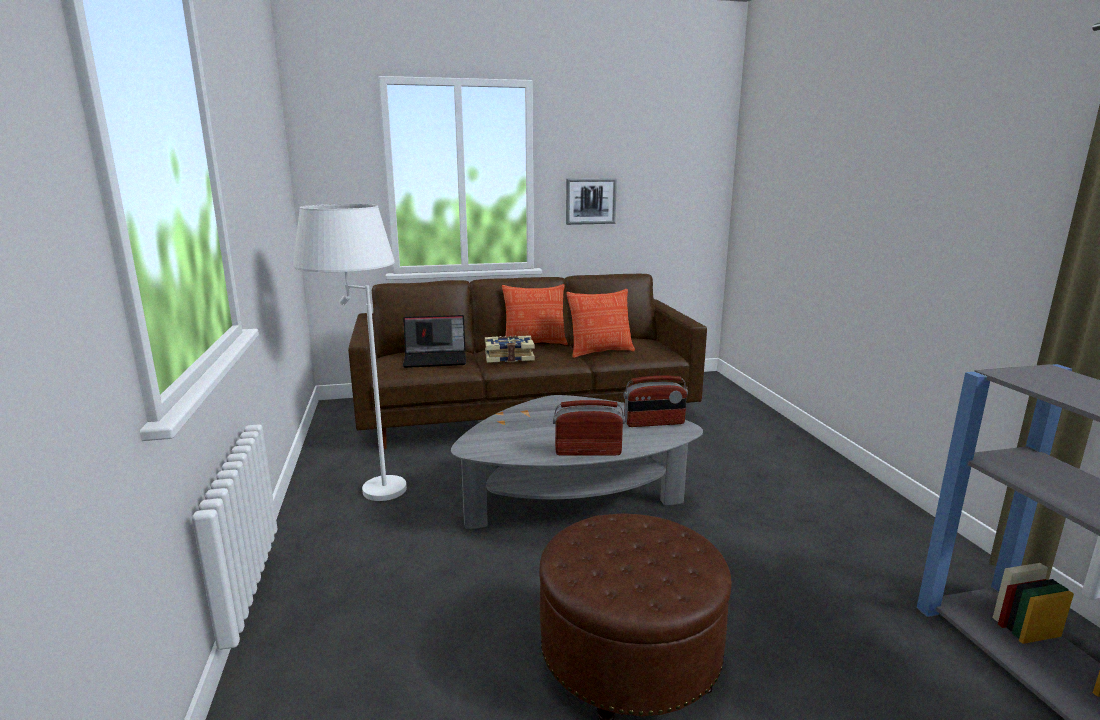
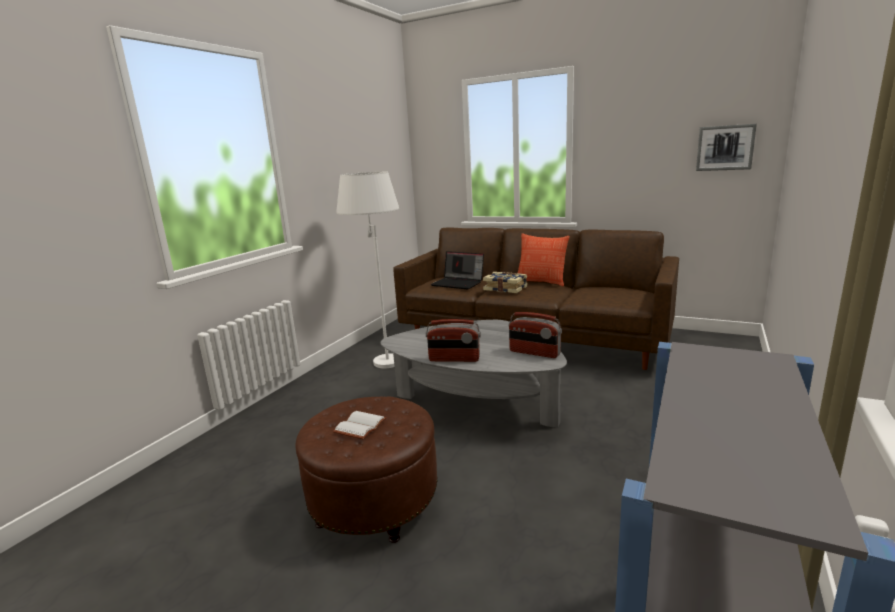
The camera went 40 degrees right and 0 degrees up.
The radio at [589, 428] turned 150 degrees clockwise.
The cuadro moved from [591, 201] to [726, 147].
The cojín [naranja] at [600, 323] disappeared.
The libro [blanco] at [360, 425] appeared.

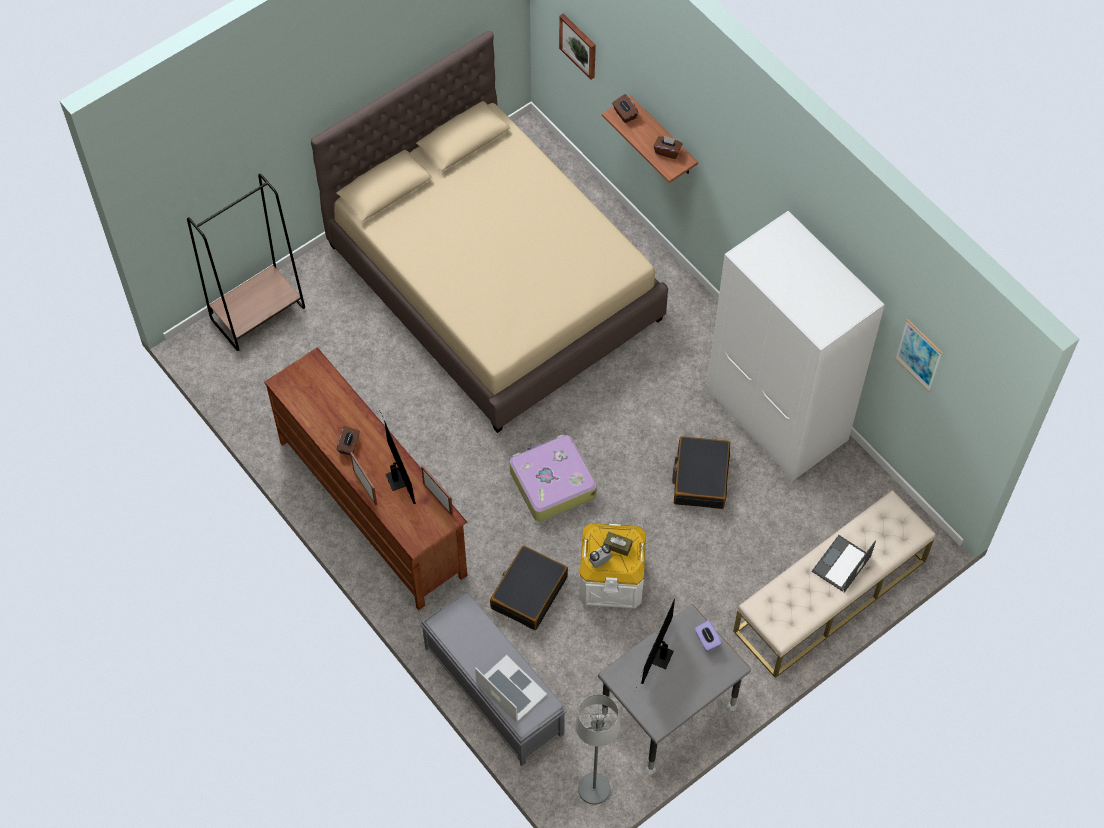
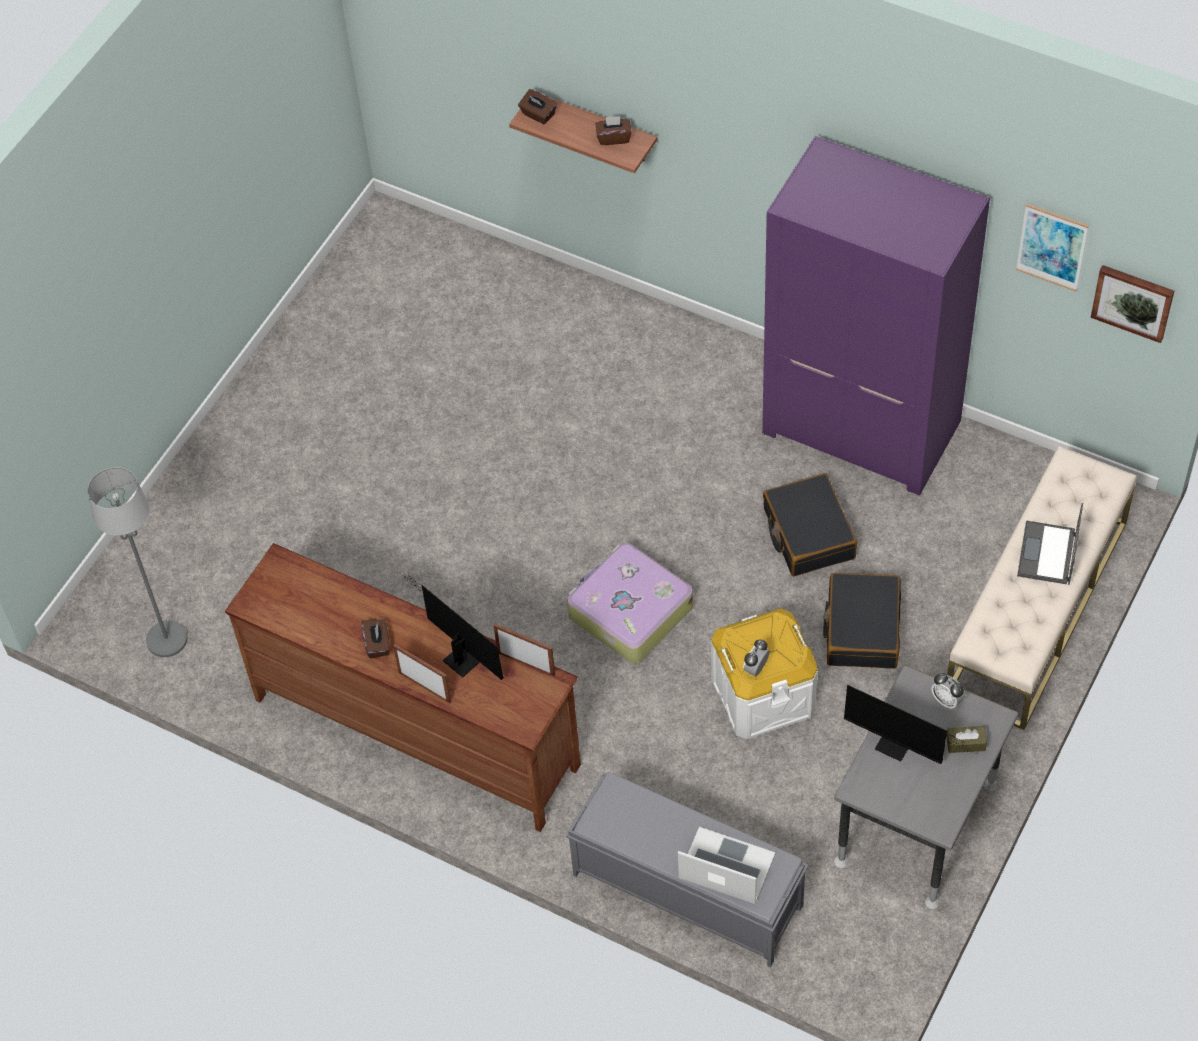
The camera went 20 degrees left and 5 degrees down.
The perchero at [246, 262] disappeared.
The cama [beis] at [489, 232] disappeared.
The maleta [negro] moved from [529, 587] to [862, 621].
The cuadro moved from [577, 46] to [1132, 304].
The lámpara de pie [gris] moved from [597, 749] to [137, 562].
The caja de pañuelos [marrón] moved from [618, 544] to [966, 739].
The monitor at [656, 641] turned 60 degrees counterclockwise.
The caja de pañuelos [morado] at [708, 636] was replaced by the despertador at [948, 691].
The armario ropero [blanco] at [795, 346] became the armario ropero [morado] at [876, 315].

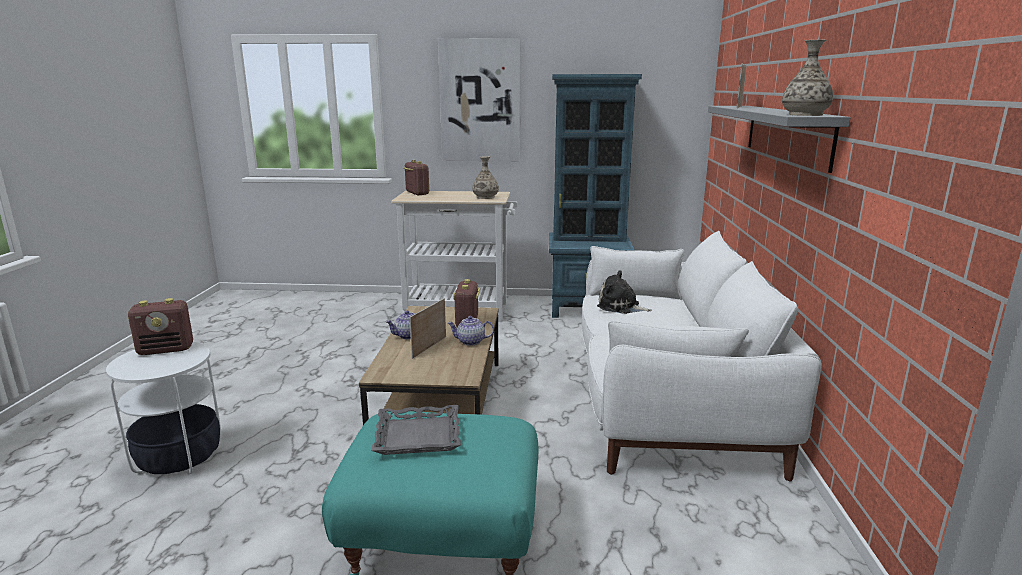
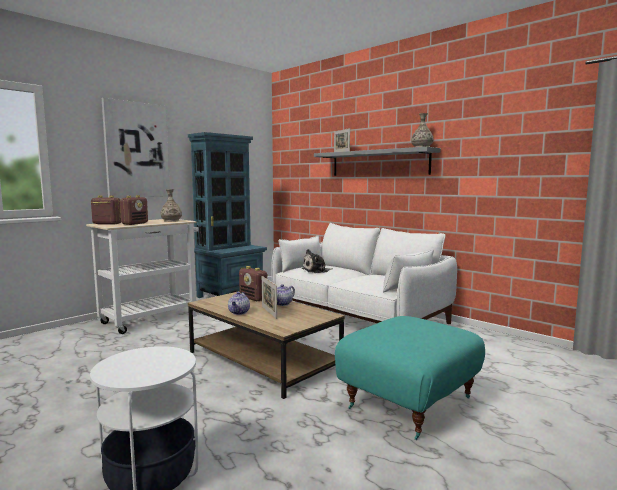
The camera went 50 degrees left and 10 degrees down.
The radio moved from [160, 326] to [134, 210].
The bandeja [gris] at [416, 430] disappeared.

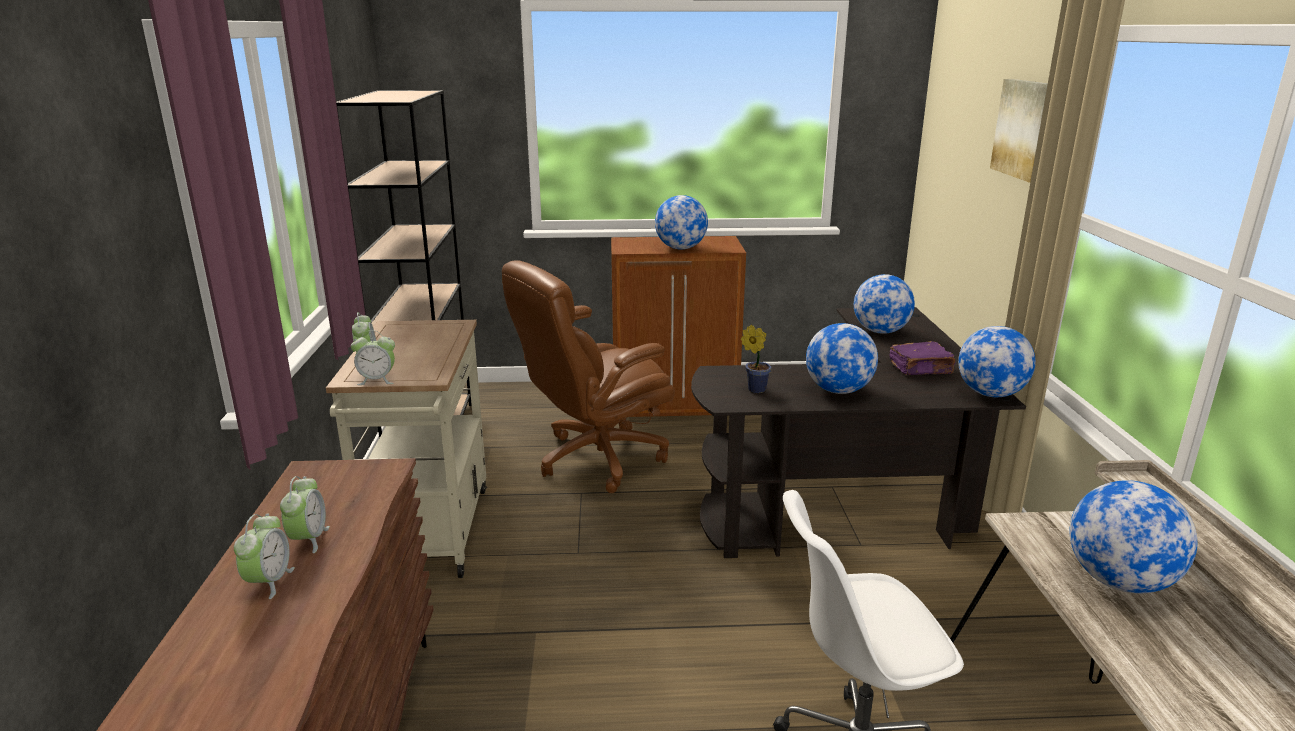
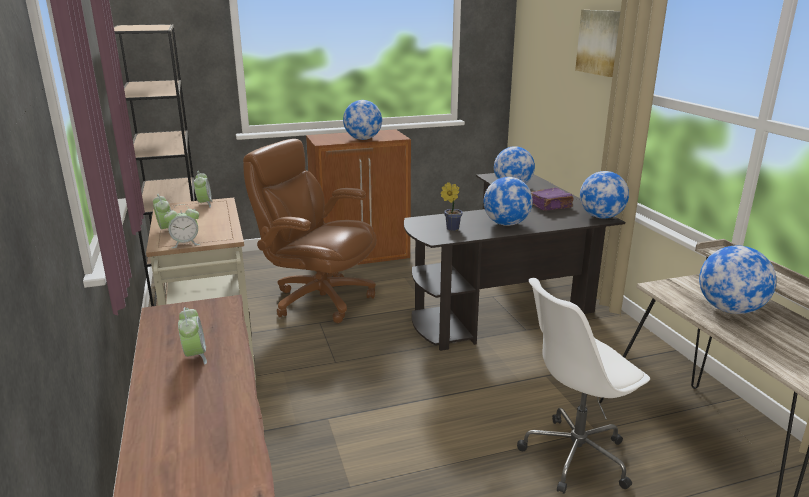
The camera went 15 degrees left and 0 degrees up.
The despertador moved from [264, 556] to [203, 189].
The silla de oficina [marrón] at [588, 376] turned 75 degrees clockwise.

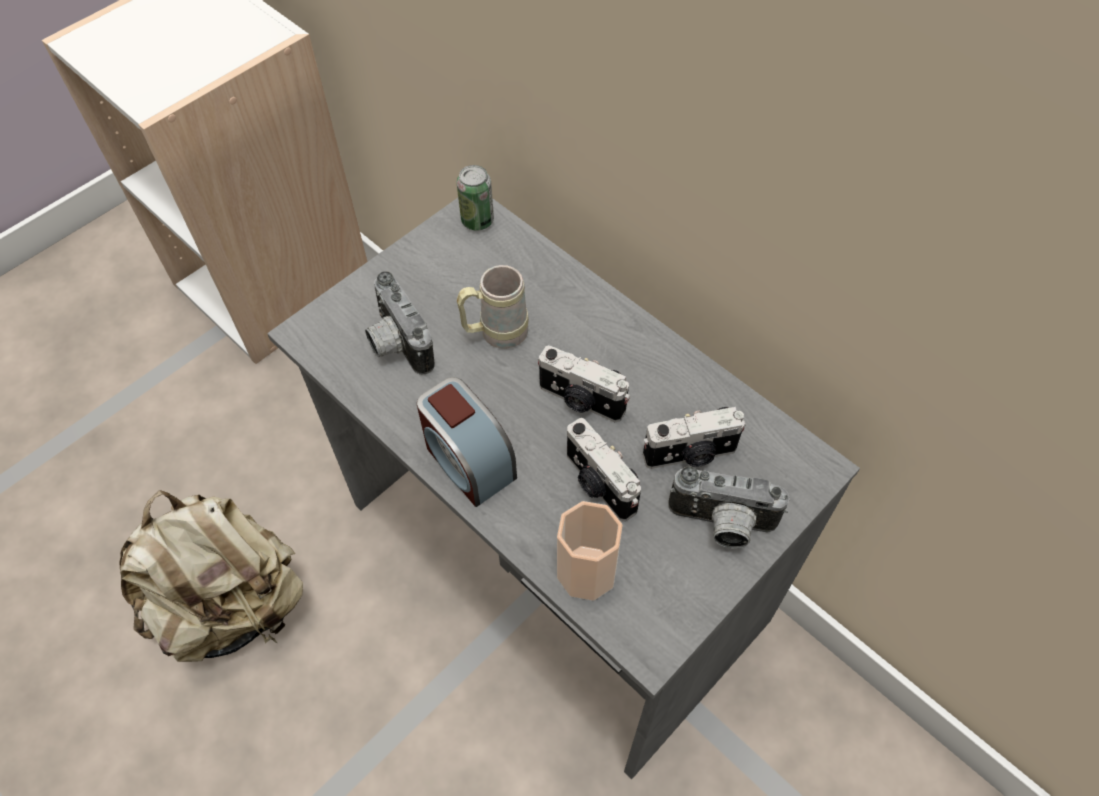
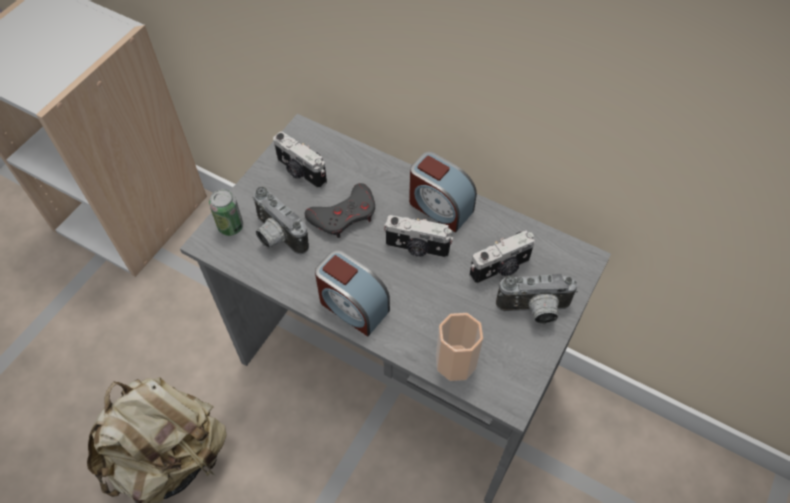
The camera went 15 degrees left and 0 degrees up.
The lata moved from [475, 198] to [226, 212].
The taza grande [beis] at [493, 307] was replaced by the mando de consola [gris] at [340, 210].
The cámara moved from [604, 469] to [300, 160].
The despertador at [443, 192] appeared.

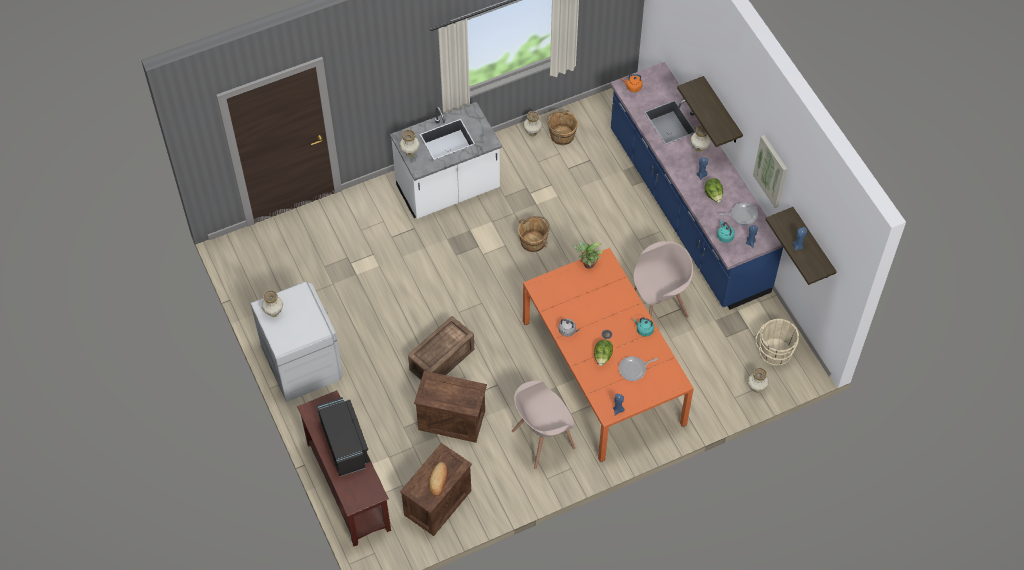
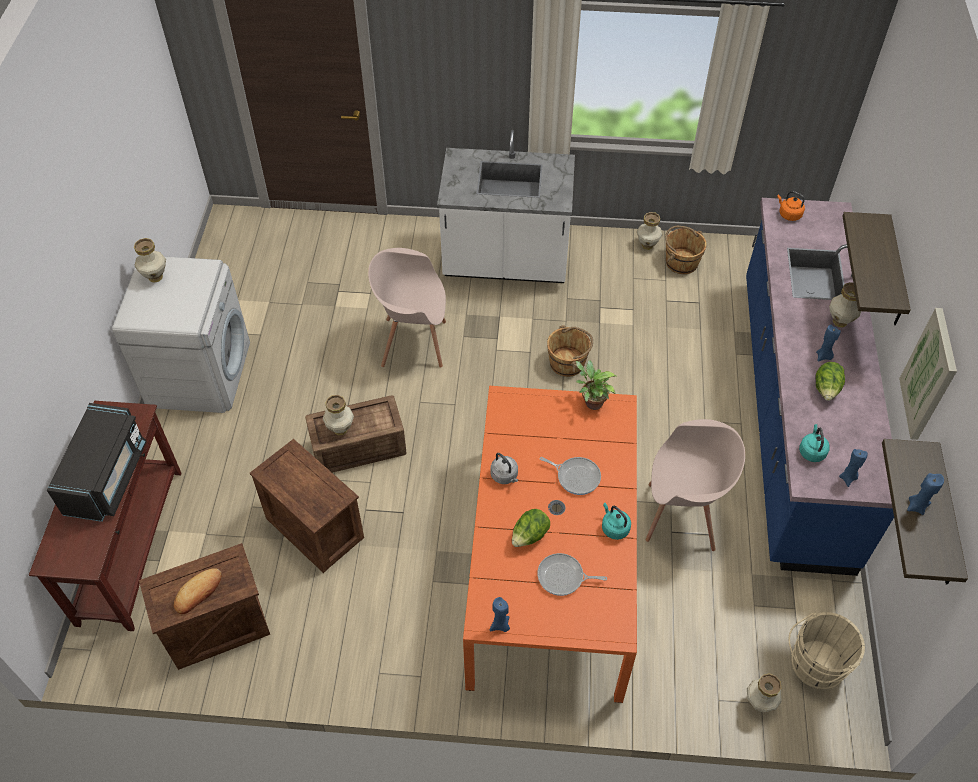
The camera went 30 degrees right and 5 degrees down.
The florero moved from [409, 143] to [338, 415].
The silla [beis] moved from [543, 425] to [407, 308].
The sartén moved from [738, 214] to [570, 476].

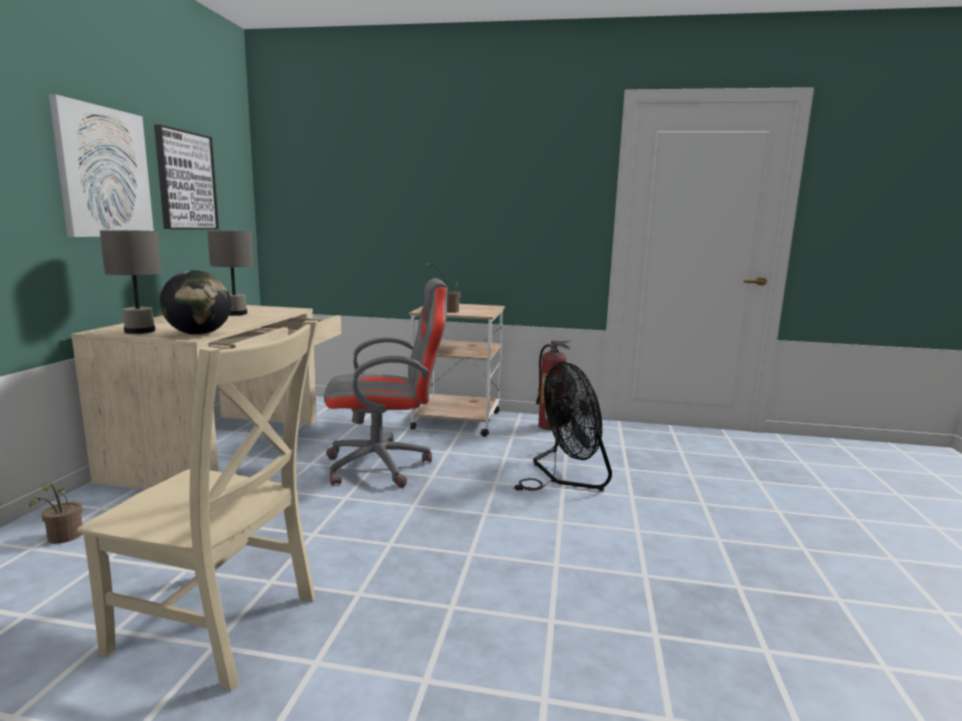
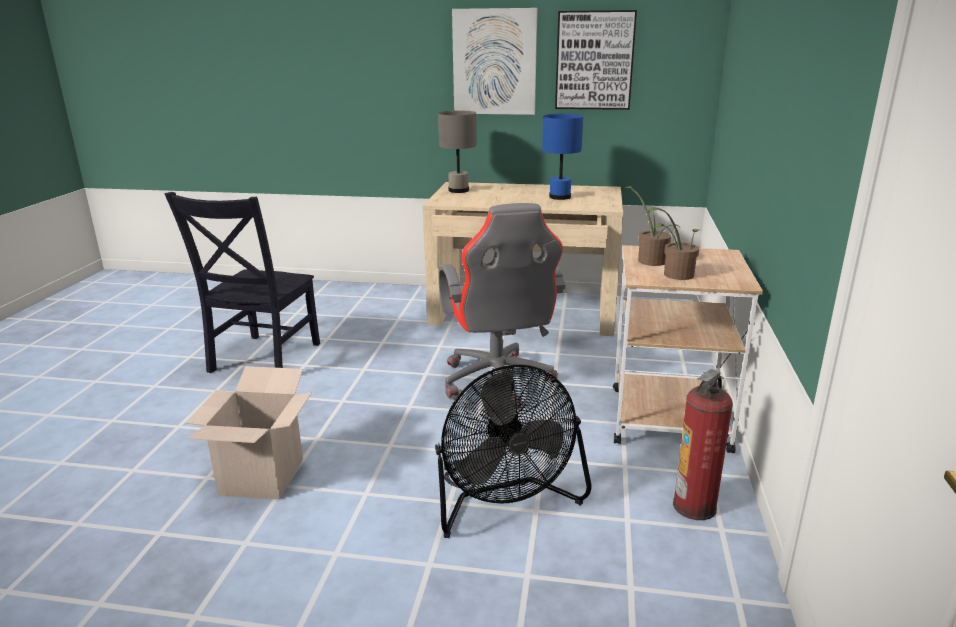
The camera went 90 degrees right and 10 degrees up.
The planta en maceta moved from [56, 513] to [674, 243].
The silla [beis] at [197, 505] became the silla [negro] at [242, 282].
The globo terráqueo at [195, 302] disappeared.
The lámpara de mesa [gris] at [230, 273] became the lámpara de mesa [azul] at [562, 157].
The caja de cartón at [249, 433] appeared.

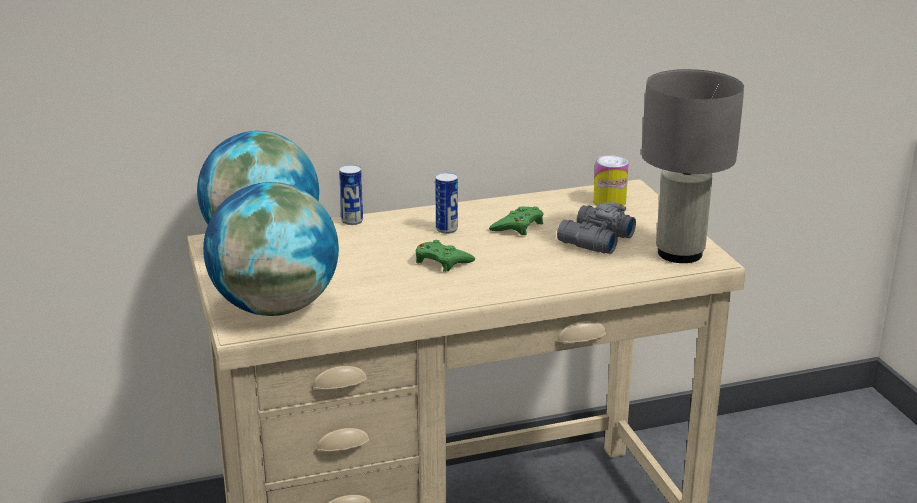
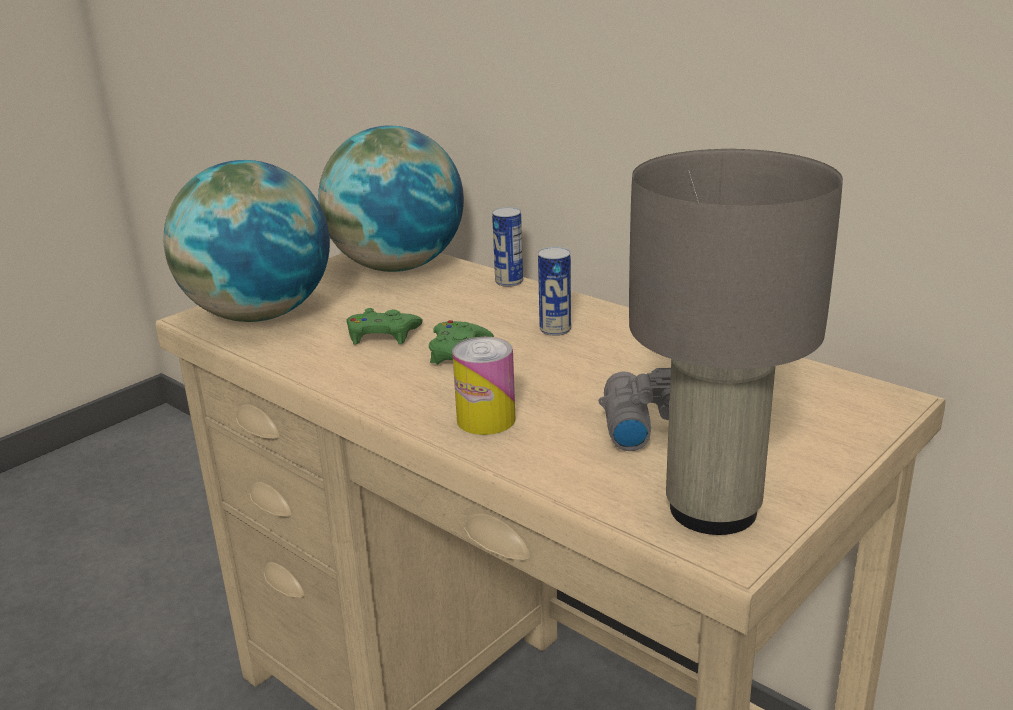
The camera went 60 degrees right and 0 degrees up.
The mando de consola [verde] moved from [516, 220] to [385, 326].
The lata moved from [611, 180] to [484, 386].

